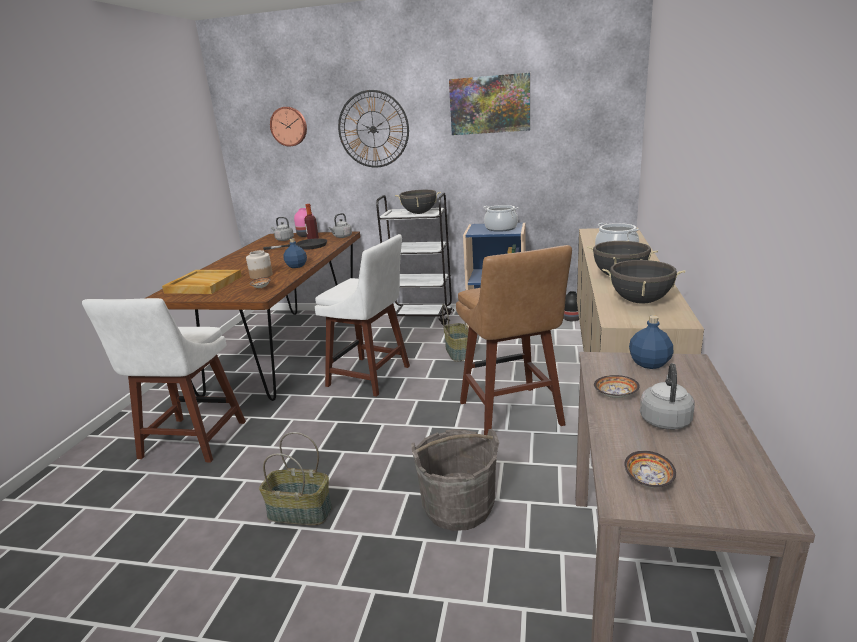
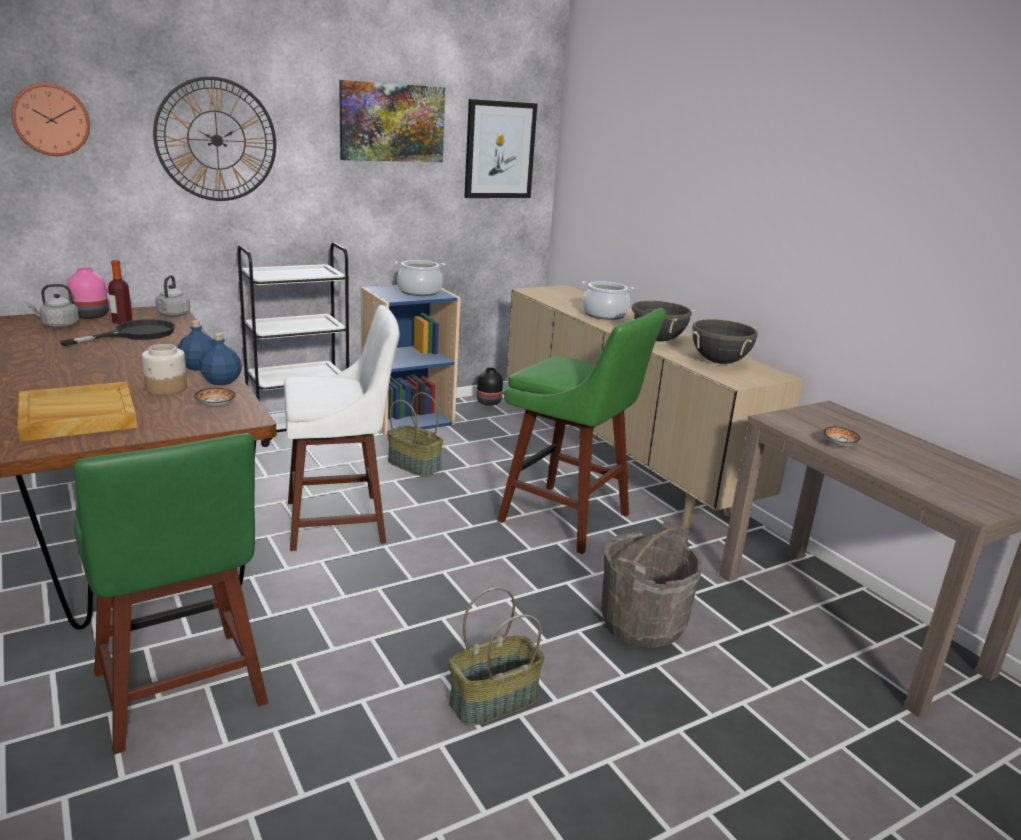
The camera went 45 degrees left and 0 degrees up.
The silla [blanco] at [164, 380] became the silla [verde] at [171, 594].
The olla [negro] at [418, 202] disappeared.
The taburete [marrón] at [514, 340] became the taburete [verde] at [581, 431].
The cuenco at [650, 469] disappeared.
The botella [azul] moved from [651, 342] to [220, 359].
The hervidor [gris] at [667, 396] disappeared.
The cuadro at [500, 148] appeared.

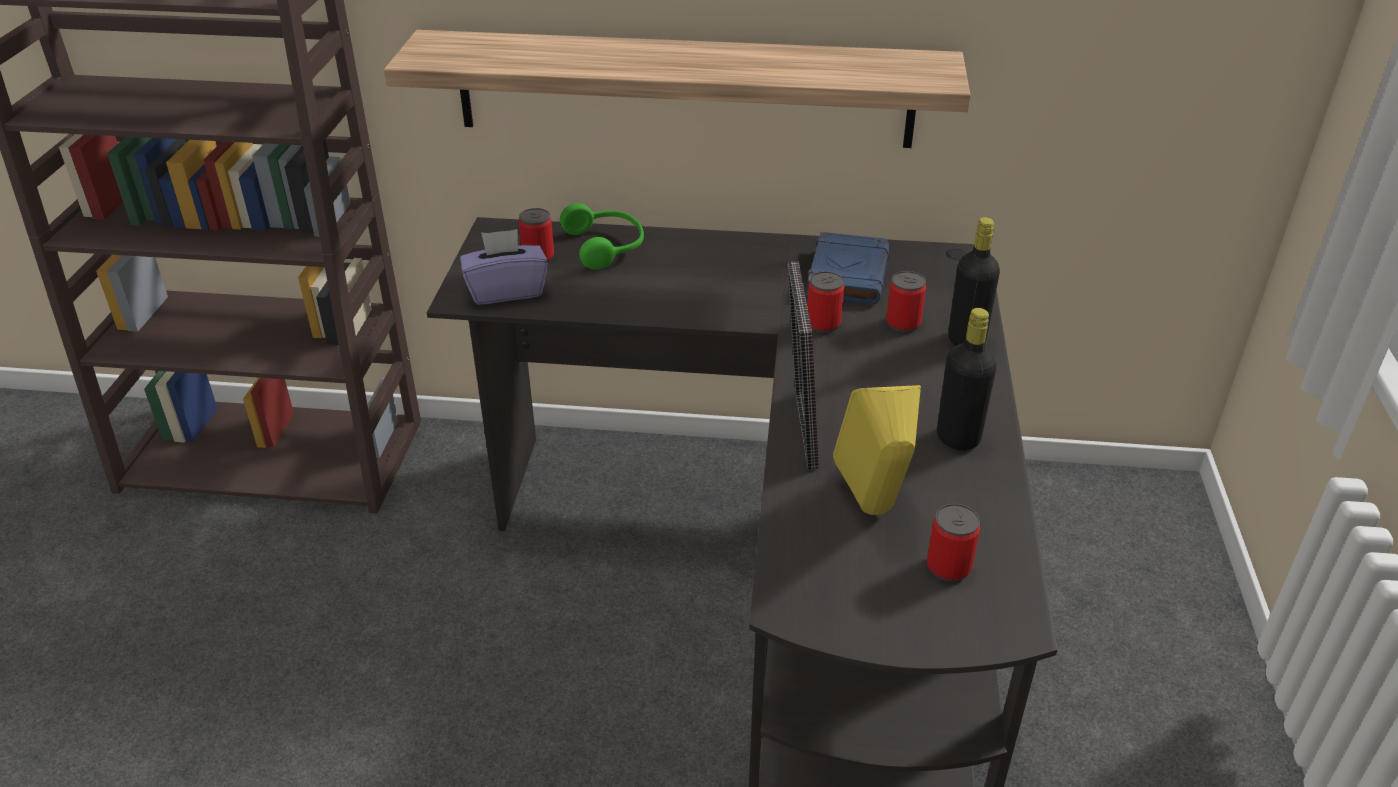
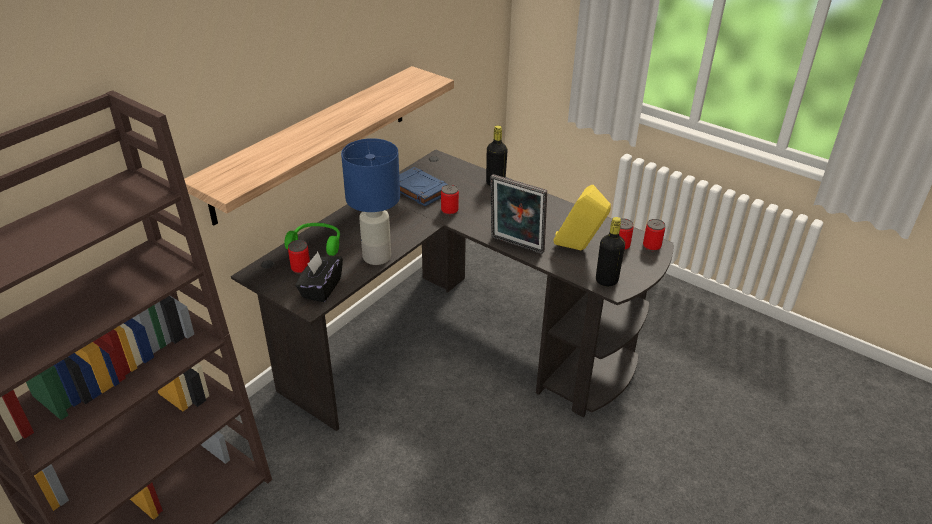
The camera went 60 degrees left and 0 degrees up.
The caja de pañuelos [morado] at [504, 267] became the caja de pañuelos [negro] at [319, 277].
The lata moved from [906, 302] to [654, 235].
The botella [negro] moved from [966, 379] to [610, 251].
The lámpara de mesa [azul] at [370, 201] appeared.

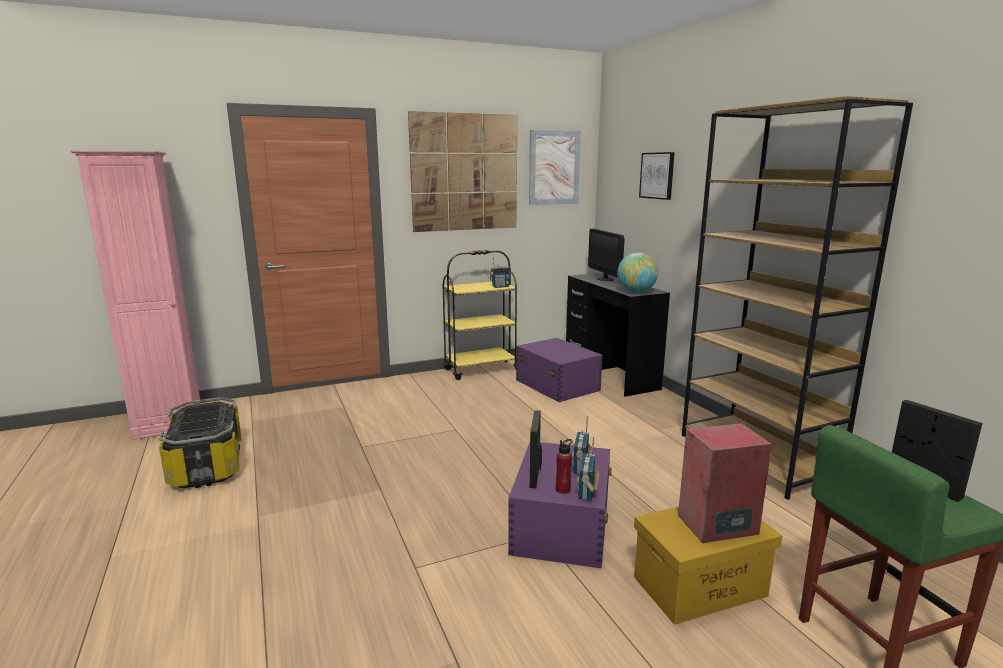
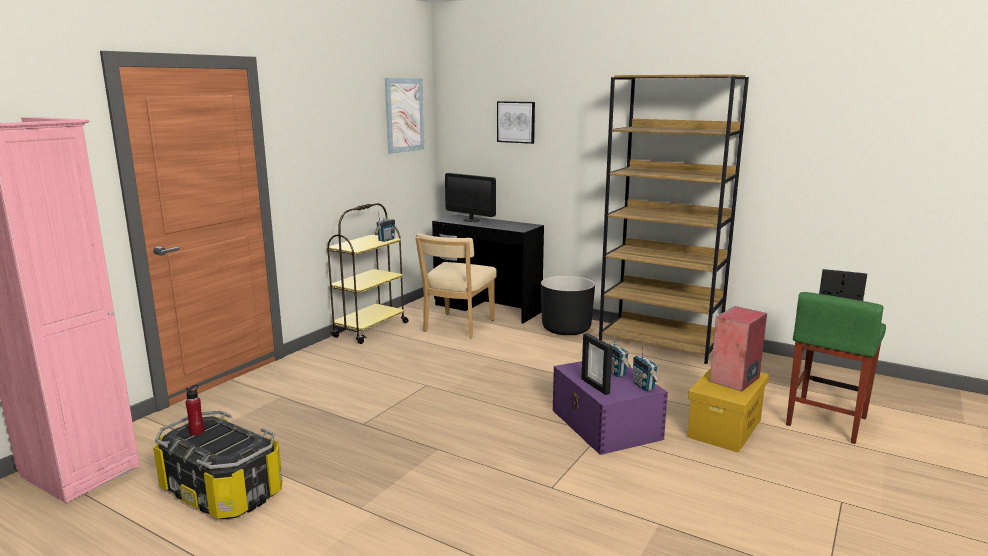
The camera went 35 degrees left and 0 degrees up.
The cuadro at [462, 171] disappeared.
The caja de almacenaje [morado] at [559, 370] was replaced by the silla [beis] at [456, 285].
The botella [rojo] moved from [564, 466] to [194, 410].
The globo terráqueo at [637, 273] disappeared.
The maceta [negro] at [568, 305] appeared.

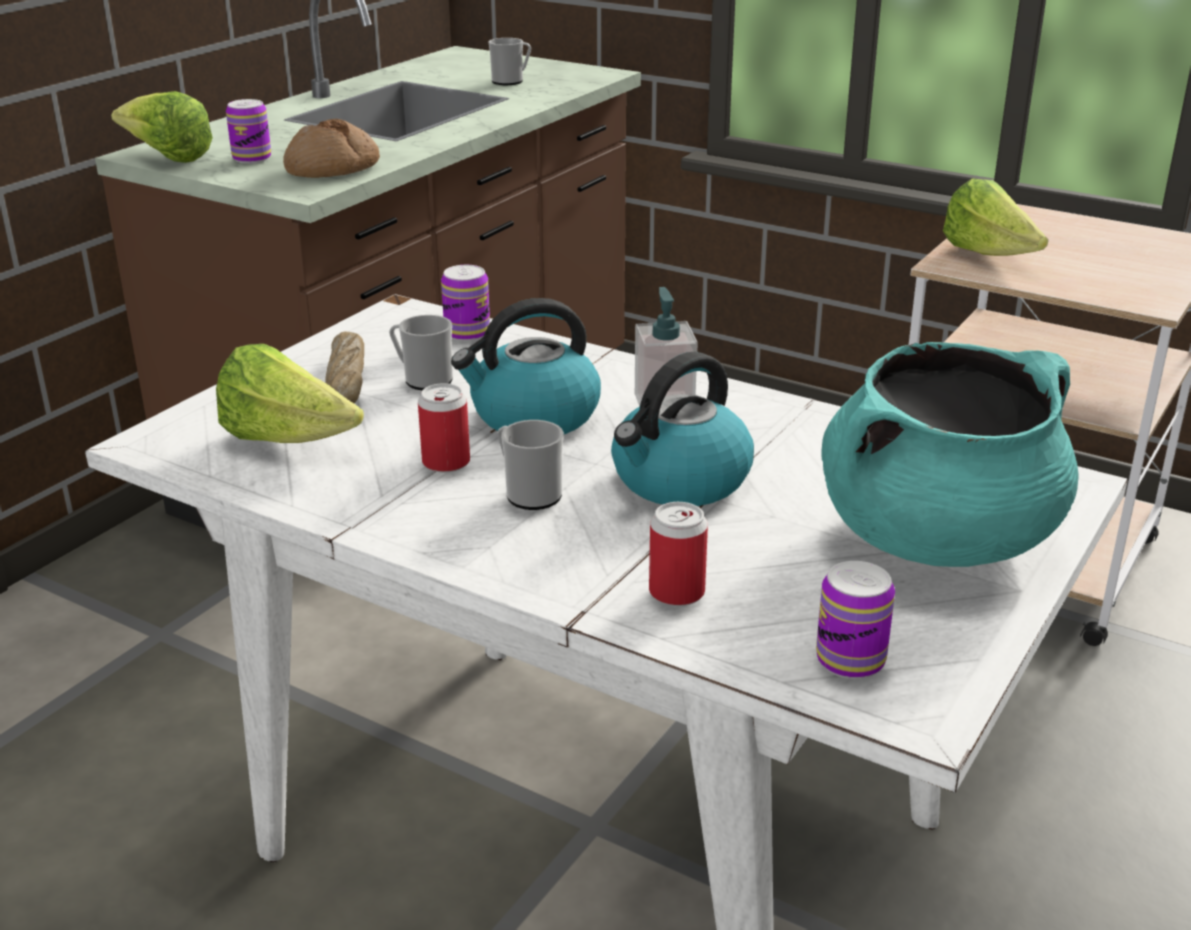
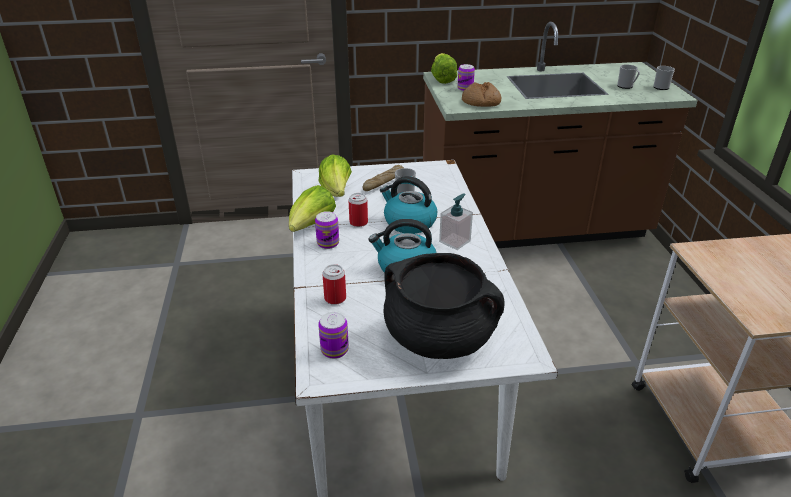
The camera went 50 degrees right and 5 degrees up.
The lata moved from [465, 303] to [327, 230].
The taza grande moved from [530, 465] to [664, 78].
The olla [turquesa] at [950, 454] became the olla [negro] at [444, 306].
The lechuga moved from [995, 217] to [312, 208].

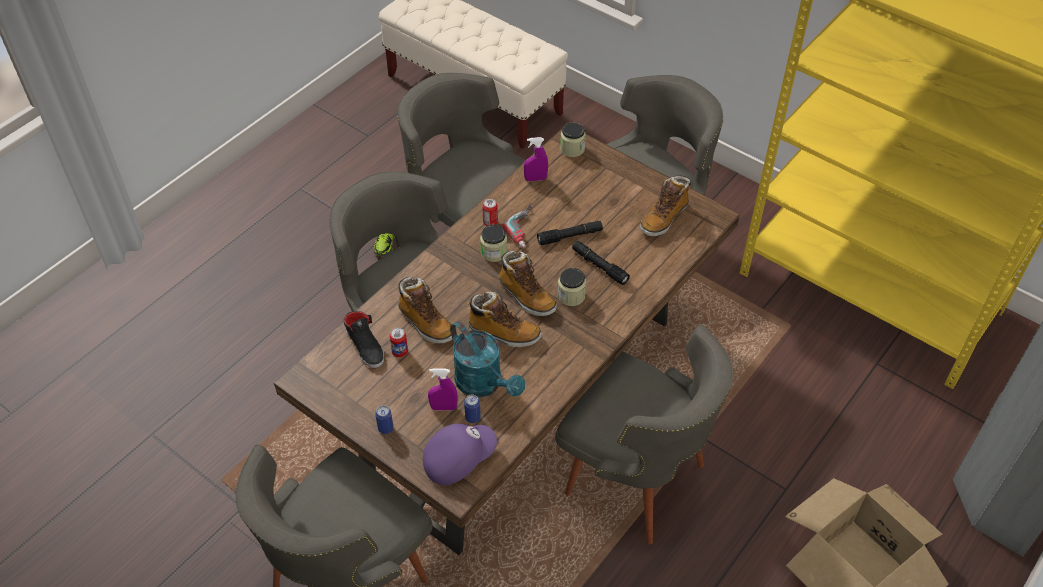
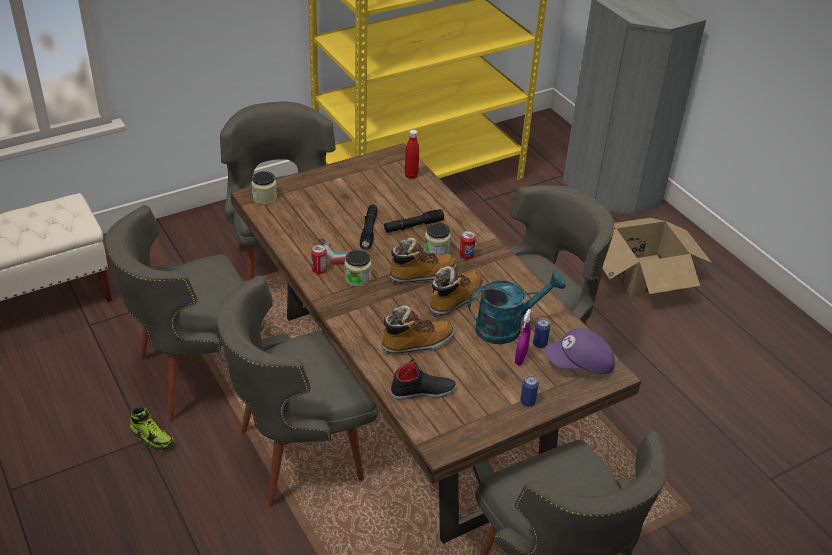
The camera went 70 degrees left and 10 degrees down.
The lata moved from [398, 342] to [467, 245].
The gorra [morado] at [460, 454] turned 90 degrees counterclockwise.
The pulverizador [morado] at [536, 159] disappeared.
The bota at [665, 206] disappeared.
The botella [rojo] at [412, 154] appeared.

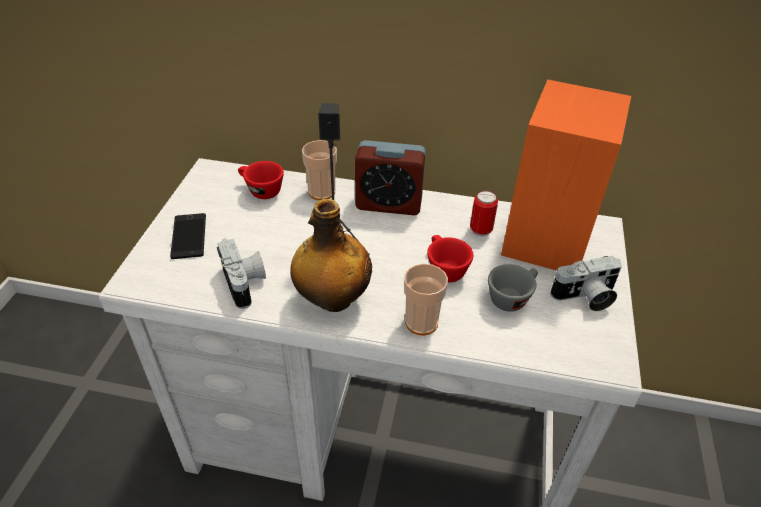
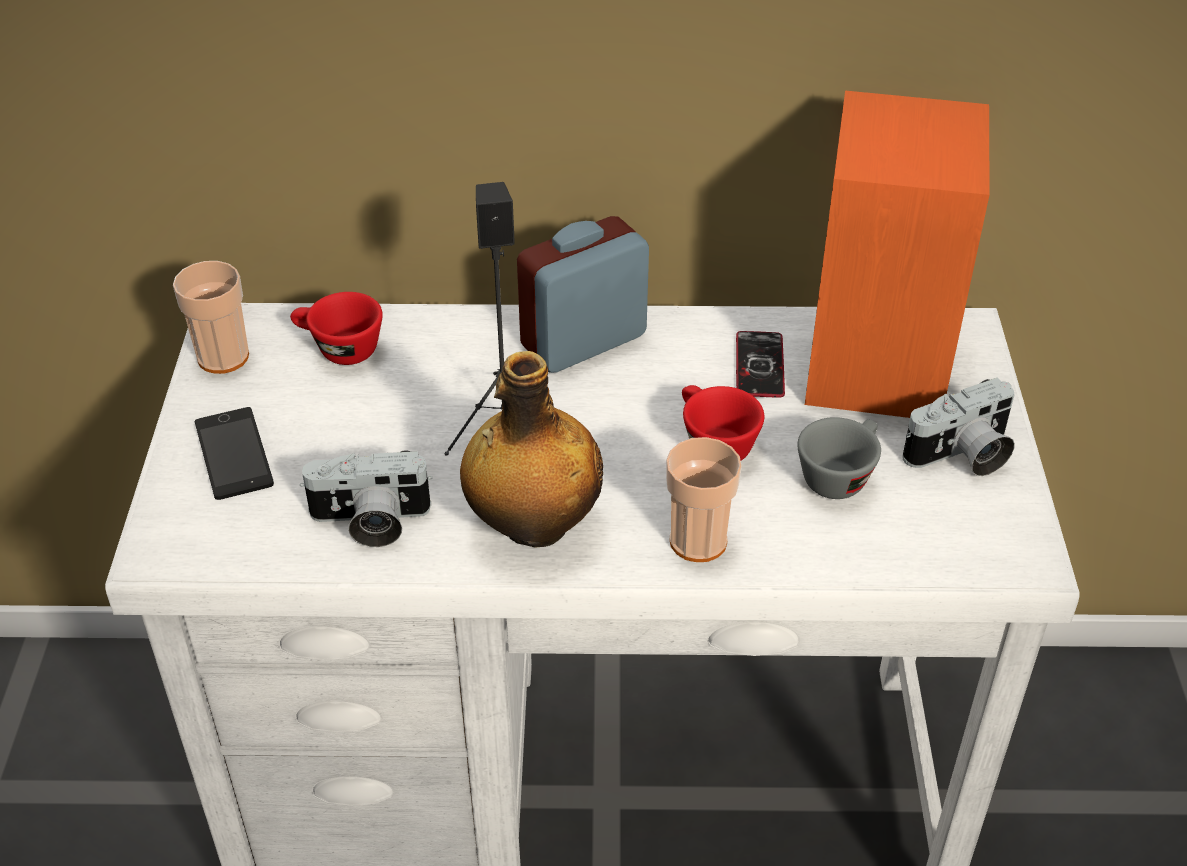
The camera went 10 degrees left and 0 degrees up.
The cámara at [241, 274] turned 120 degrees clockwise.
The taza moved from [319, 170] to [211, 317].
The despertador at [390, 177] turned 150 degrees clockwise.
The lata at [484, 214] was replaced by the móvil at [760, 364].

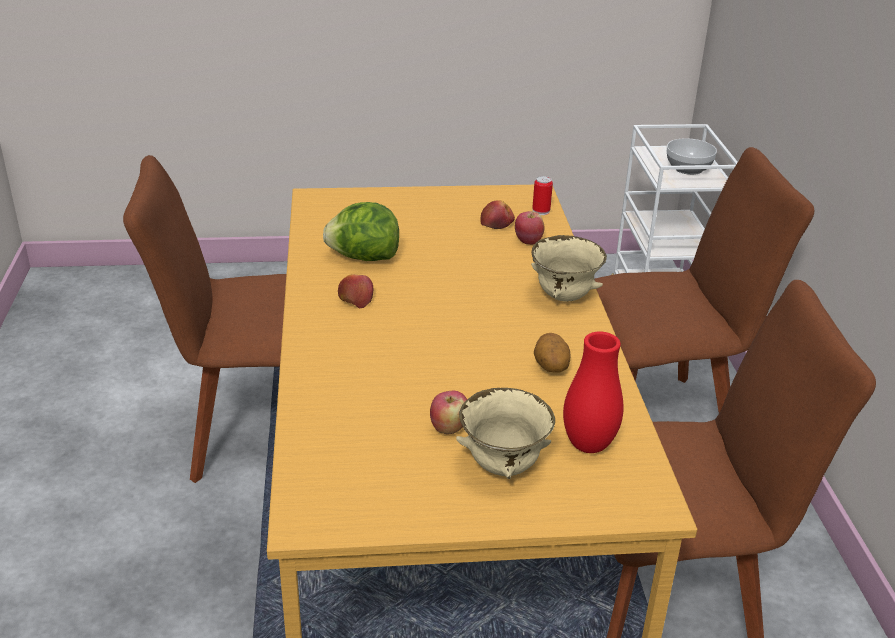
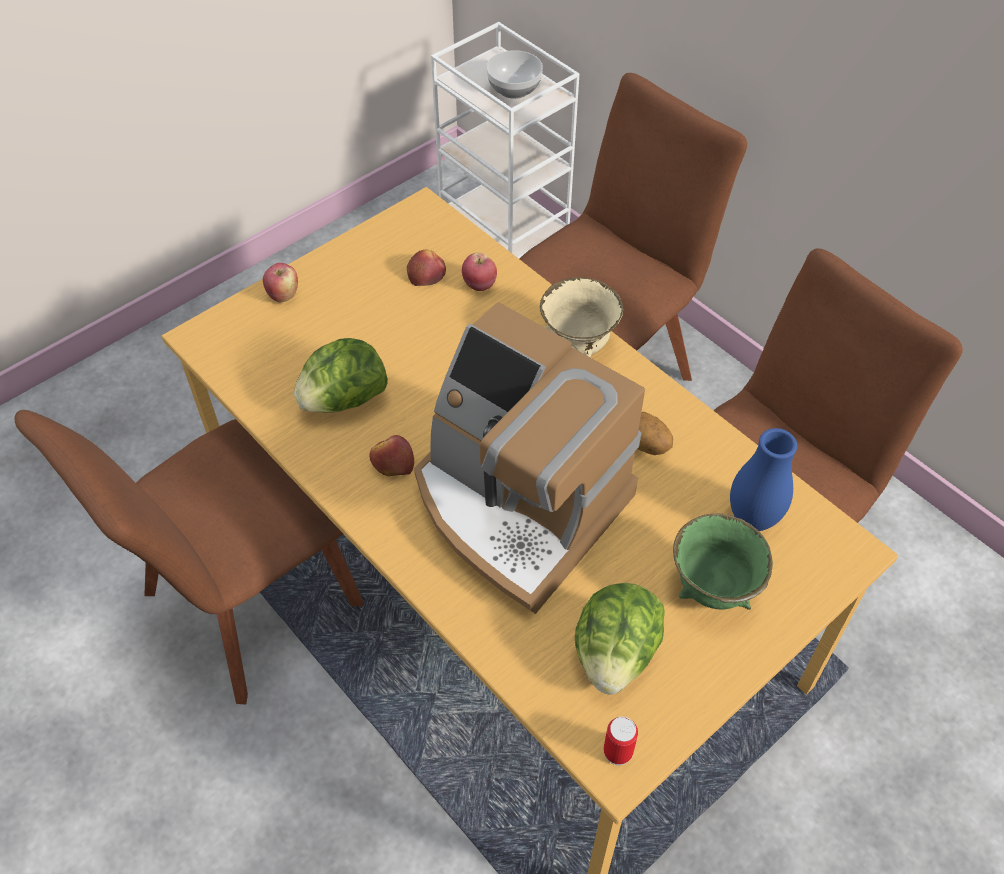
The camera went 35 degrees left and 20 degrees up.
The manzana moved from [448, 412] to [280, 282].
The cuenco [beis] at [505, 433] became the cuenco [verde] at [723, 562].
The lata moved from [542, 195] to [621, 741].
The florero [rojo] at [593, 392] became the florero [azul] at [763, 479].
The cafetera at [529, 458] appeared.
The lechuga at [620, 639] appeared.

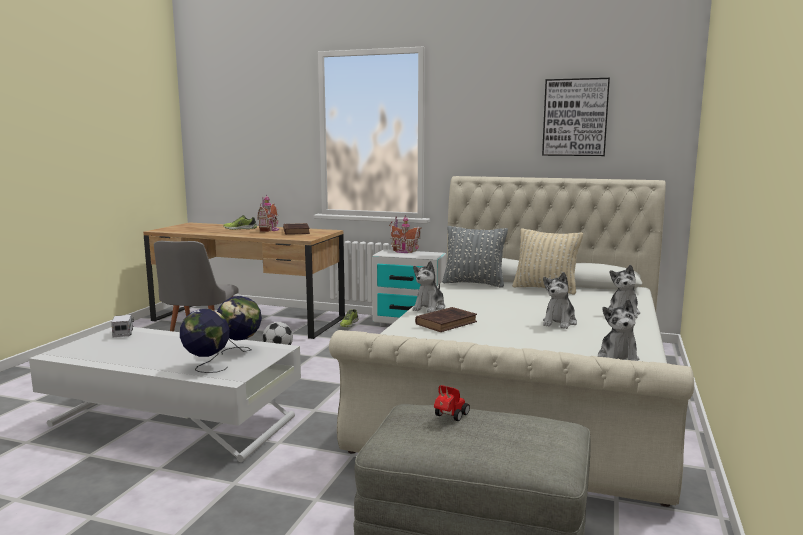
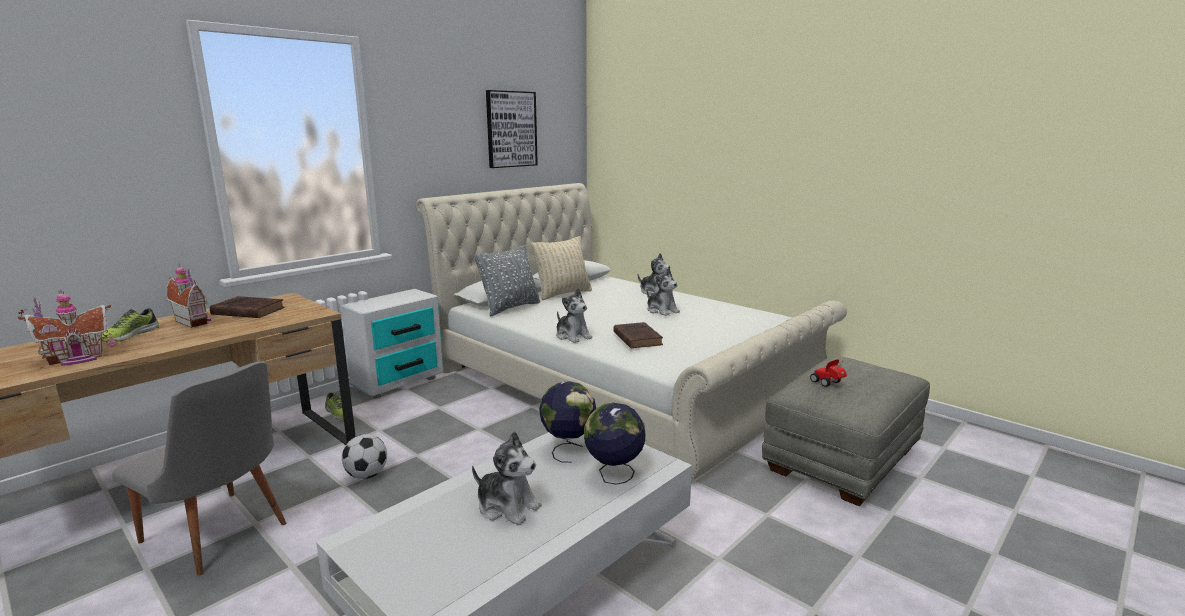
The camera went 65 degrees left and 5 degrees up.
The camión de juguete at [122, 326] disappeared.
The casita moved from [405, 234] to [67, 327].
The peluche moved from [618, 330] to [507, 478].

